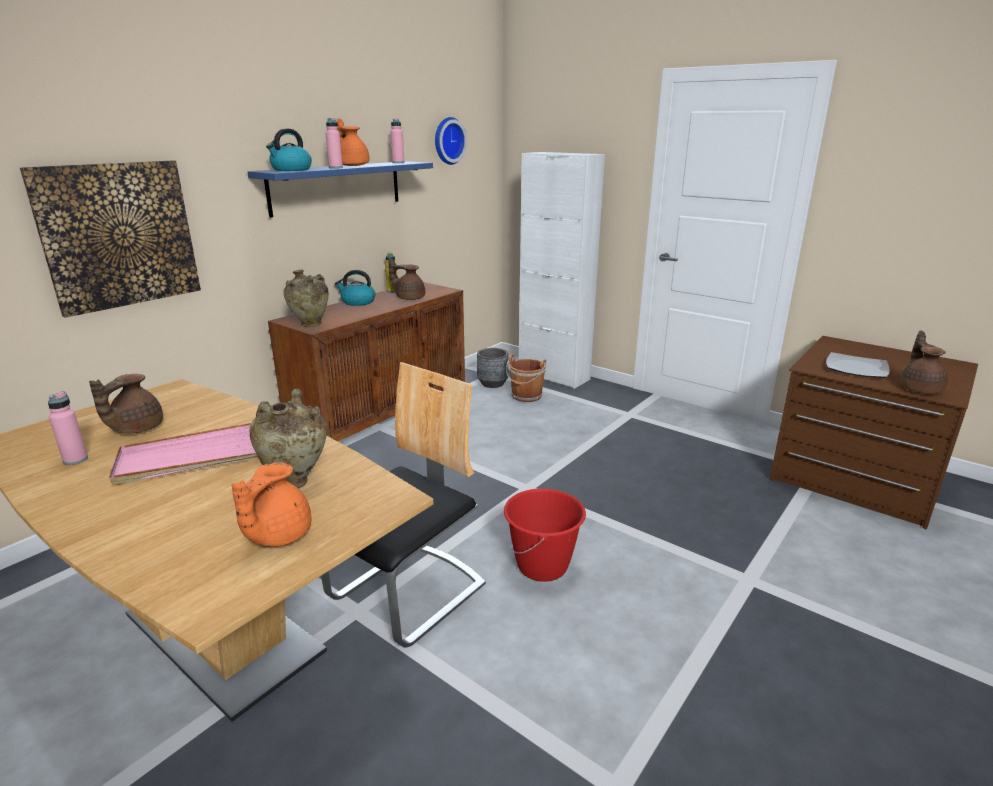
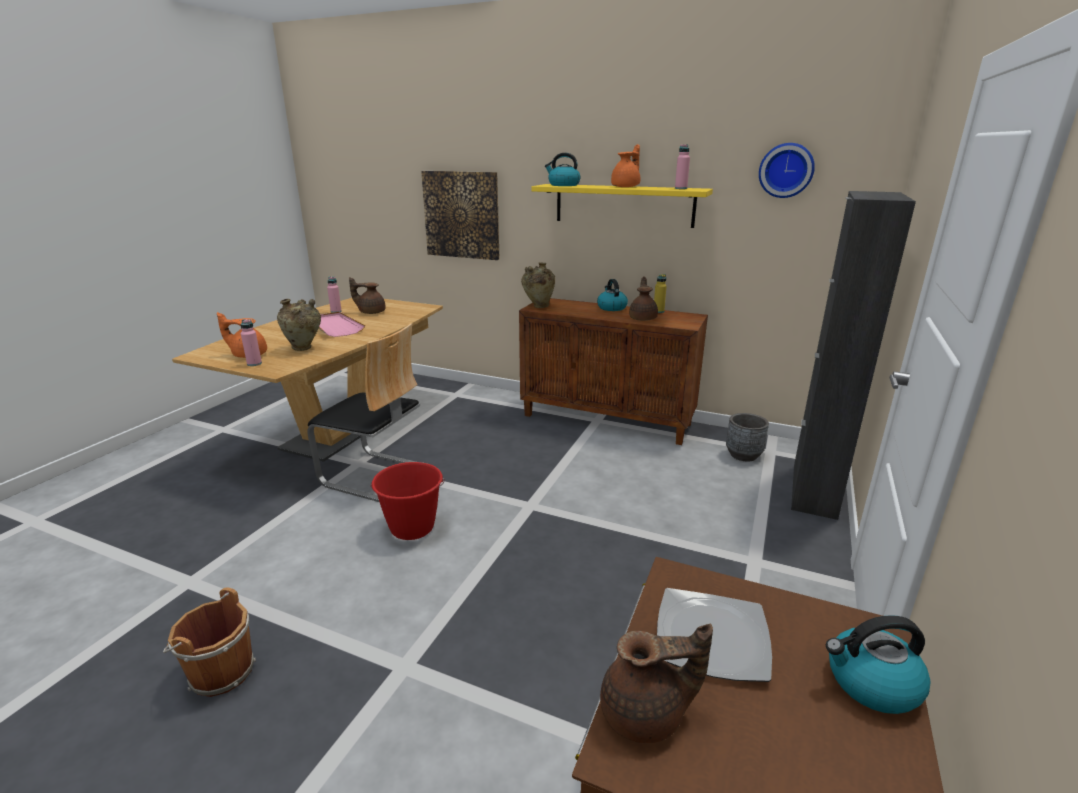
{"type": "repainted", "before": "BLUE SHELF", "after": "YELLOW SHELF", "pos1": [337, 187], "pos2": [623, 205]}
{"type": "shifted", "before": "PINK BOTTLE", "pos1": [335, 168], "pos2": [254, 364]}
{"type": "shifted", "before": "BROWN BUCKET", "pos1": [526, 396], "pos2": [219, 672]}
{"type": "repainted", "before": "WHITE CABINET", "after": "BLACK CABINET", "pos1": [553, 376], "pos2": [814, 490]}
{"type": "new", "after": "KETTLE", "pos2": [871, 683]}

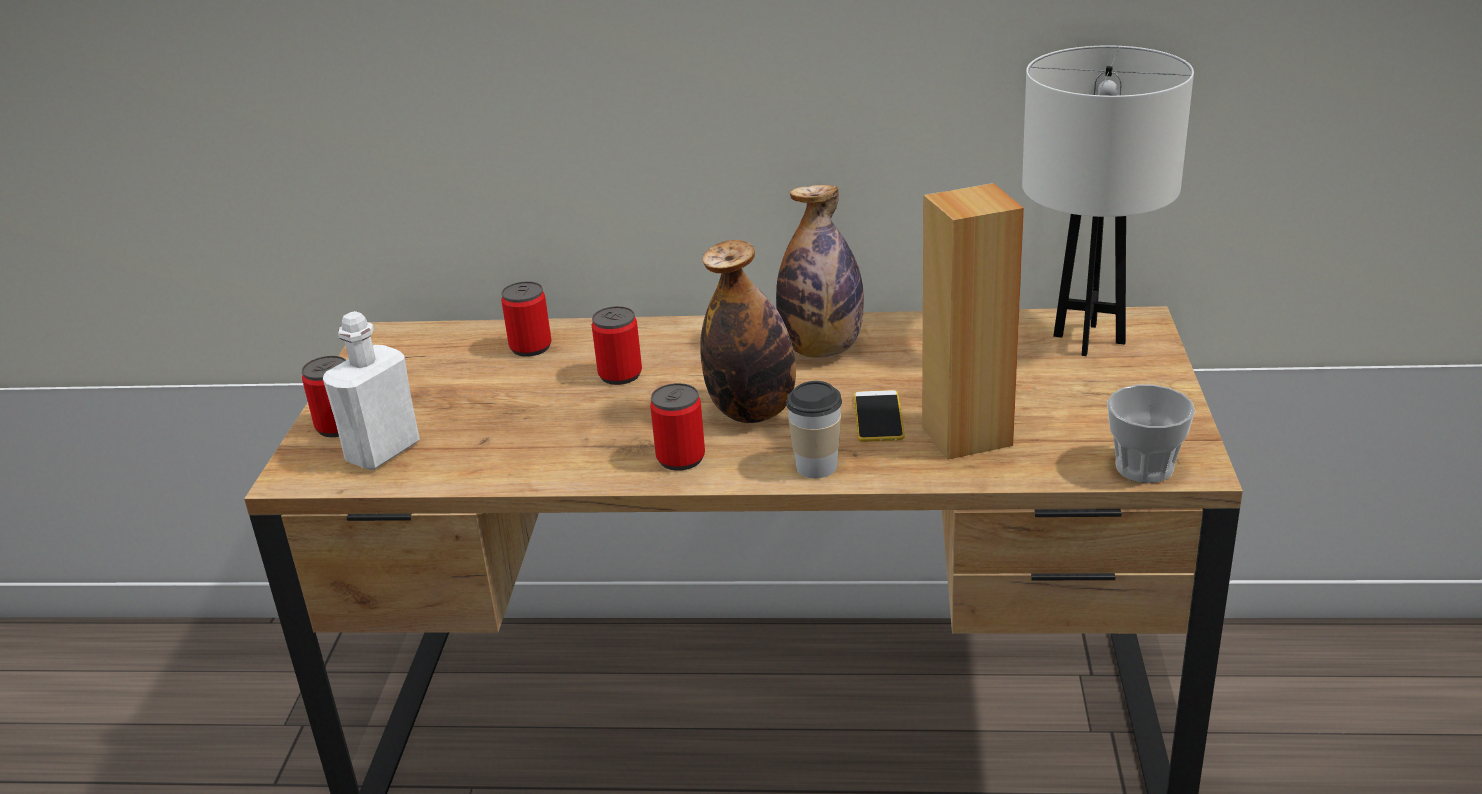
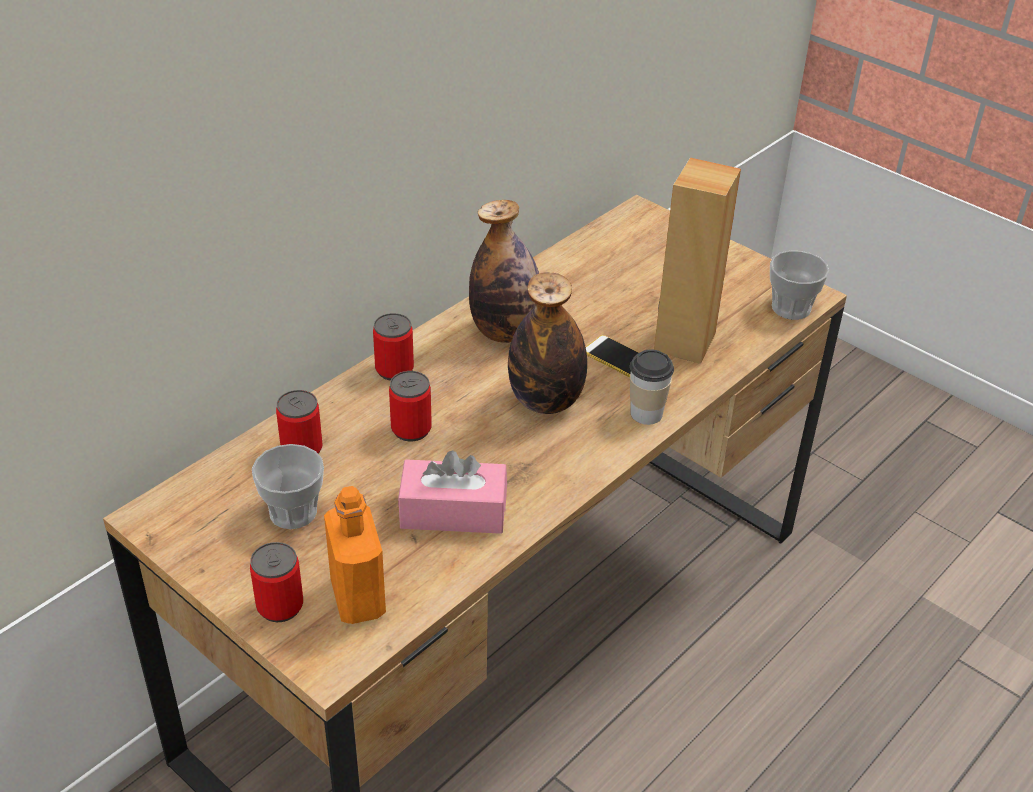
{"type": "repainted", "before": "WHITE BOTTLE", "after": "ORANGE BOTTLE", "pos1": [383, 451], "pos2": [358, 598]}
{"type": "shifted", "before": "CAN", "pos1": [680, 458], "pos2": [394, 370]}
{"type": "gone", "before": "WHITE TABLE LAMP", "pos1": [1089, 339]}
{"type": "new", "after": "CUP", "pos2": [293, 512]}
{"type": "new", "after": "PINK TISSUE BOX", "pos2": [453, 512]}

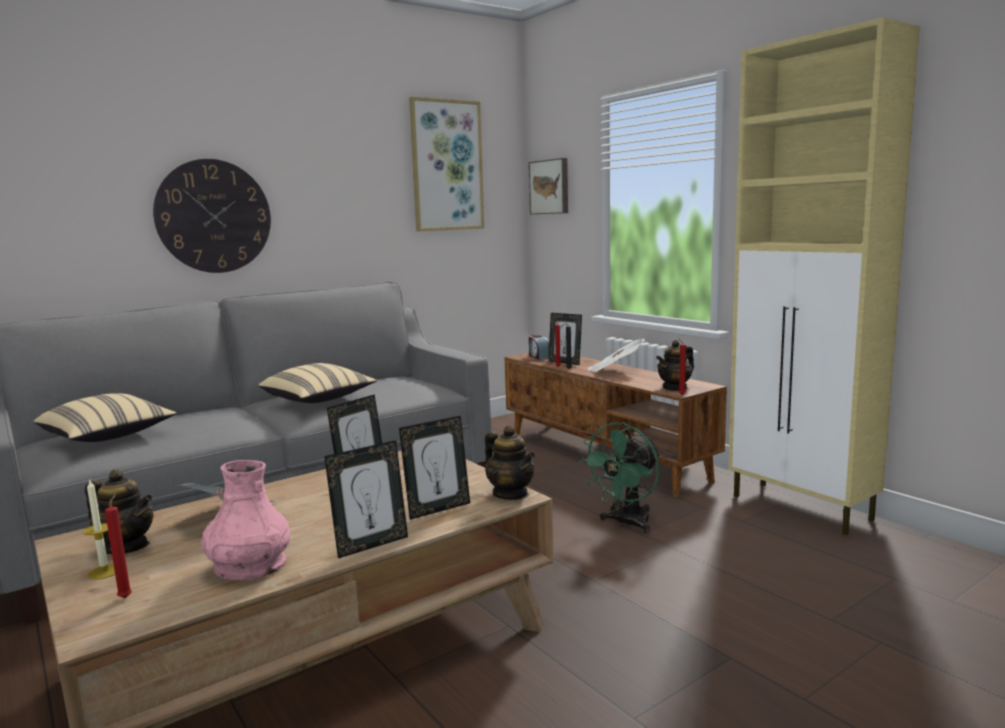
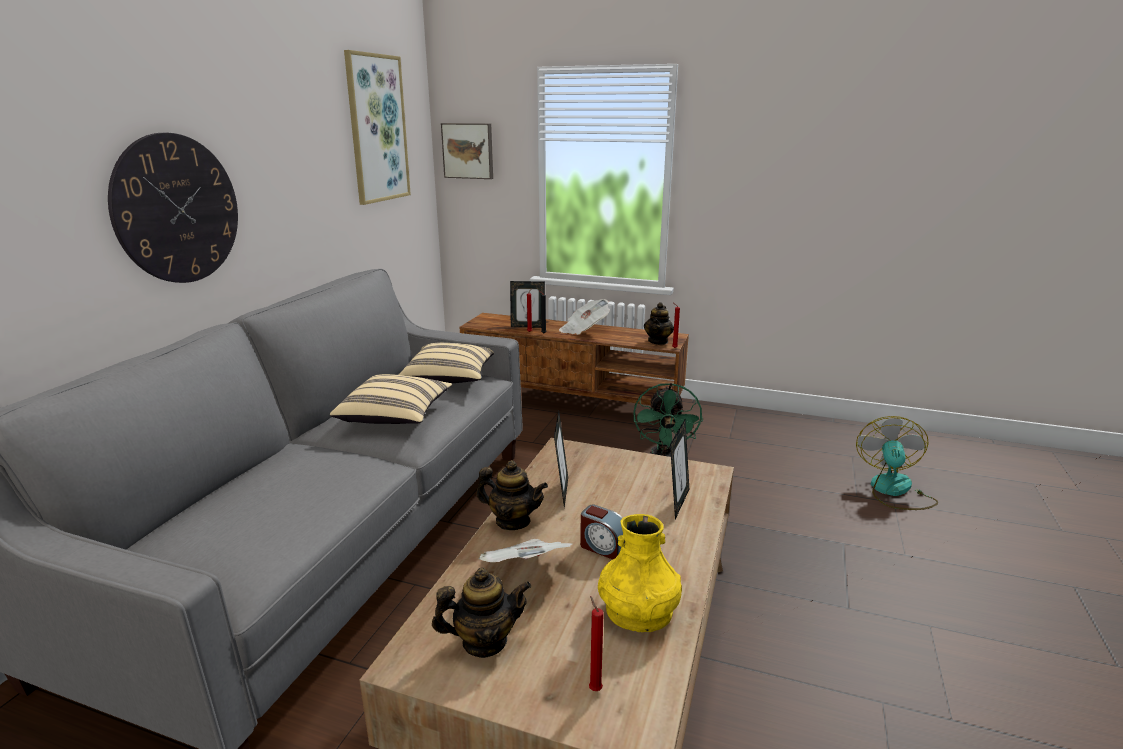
{"type": "shifted", "before": "BEIGE PILLOW", "pos1": [108, 437], "pos2": [450, 378]}
{"type": "gone", "before": "CANDLE", "pos1": [104, 572]}
{"type": "repainted", "before": "PINK VASE", "after": "YELLOW VASE", "pos1": [250, 566], "pos2": [639, 611]}
{"type": "gone", "before": "PICTURE FRAME", "pos1": [371, 545]}
{"type": "shifted", "before": "TEAPOT", "pos1": [511, 494], "pos2": [512, 521]}
{"type": "shifted", "before": "ALARM CLOCK", "pos1": [538, 357], "pos2": [602, 547]}
{"type": "gone", "before": "BEIGE CABINET", "pos1": [802, 508]}
{"type": "new", "after": "FAN", "pos2": [893, 491]}

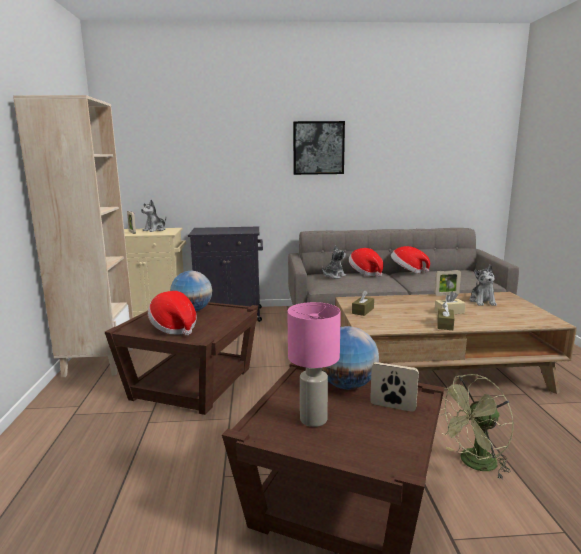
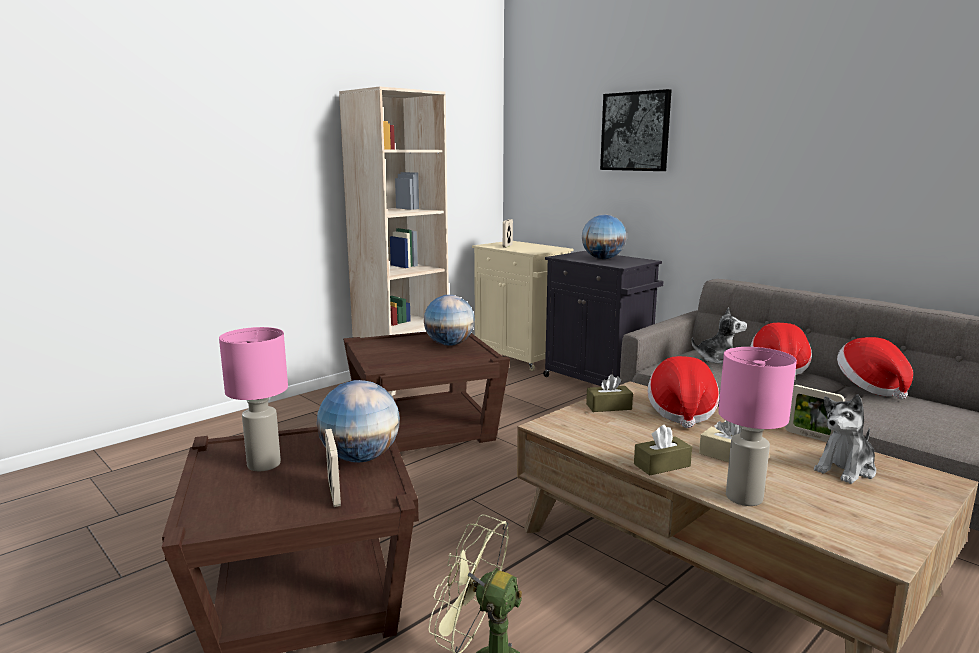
{"type": "gone", "before": "PLUSH TOY", "pos1": [155, 230]}
{"type": "shifted", "before": "HAT", "pos1": [174, 328], "pos2": [681, 412]}
{"type": "shifted", "before": "PICTURE", "pos1": [318, 148], "pos2": [635, 131]}
{"type": "new", "after": "GLOBE", "pos2": [602, 259]}
{"type": "new", "after": "PINK TABLE LAMP", "pos2": [743, 497]}

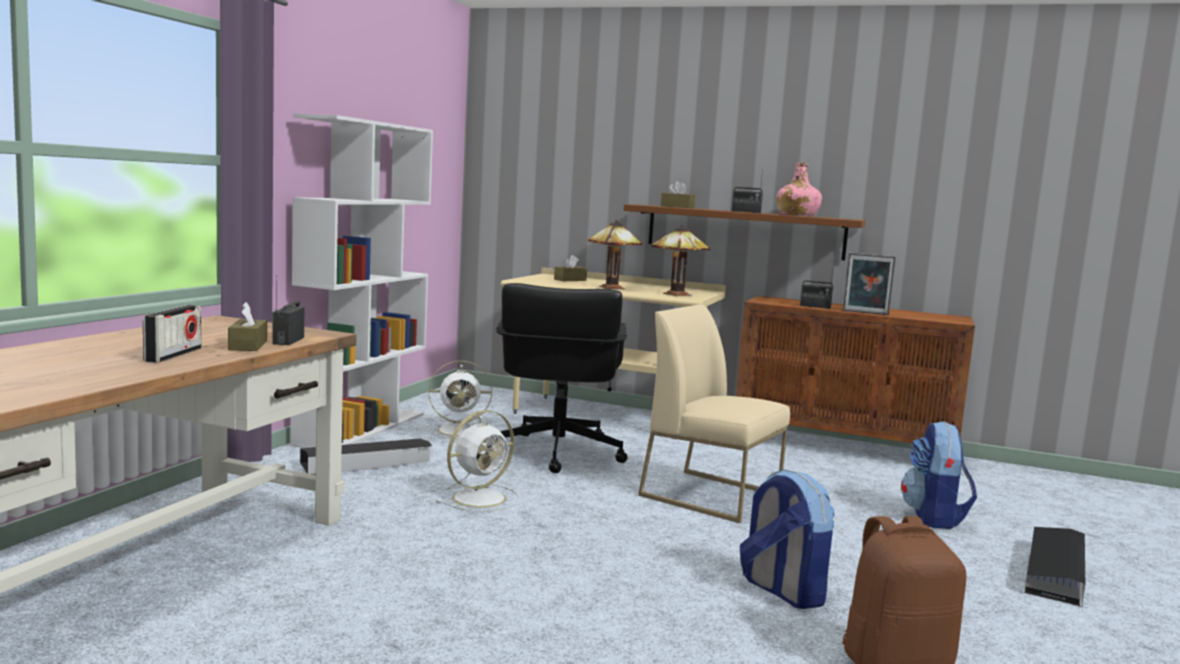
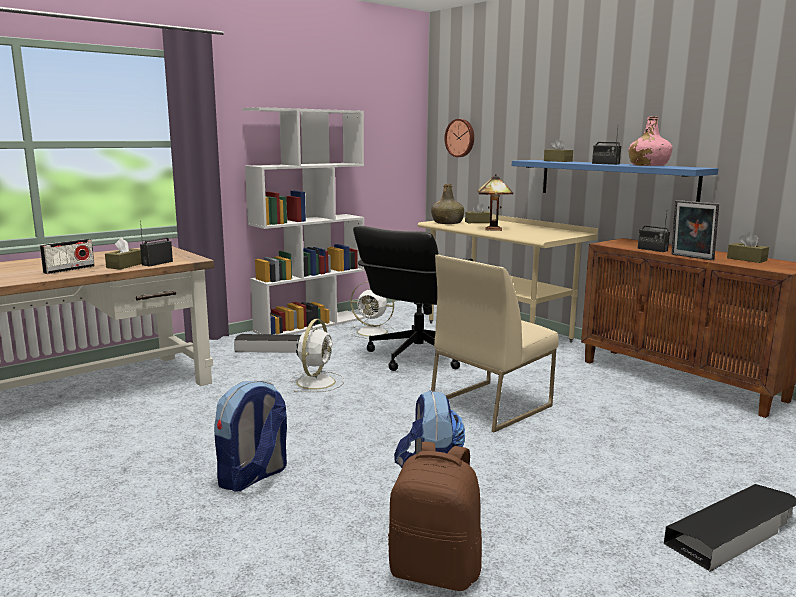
{"type": "rotated", "before": "WHITE FAN", "pos1": [481, 498], "pos2": [316, 381], "turn": -60}
{"type": "repainted", "before": "BROWN SHELF", "after": "BLUE SHELF", "pos1": [745, 231], "pos2": [615, 181]}
{"type": "rotated", "before": "BEIGE CHAIR", "pos1": [712, 495], "pos2": [490, 404], "turn": -105}
{"type": "gone", "before": "TABLE LAMP", "pos1": [676, 295]}
{"type": "shifted", "before": "BACKPACK", "pos1": [934, 518], "pos2": [253, 477]}
{"type": "new", "after": "GREEN BOTTLE", "pos2": [447, 223]}
{"type": "new", "after": "WALL CLOCK", "pos2": [460, 138]}
{"type": "new", "after": "BROWN TISSUE BOX", "pos2": [746, 259]}

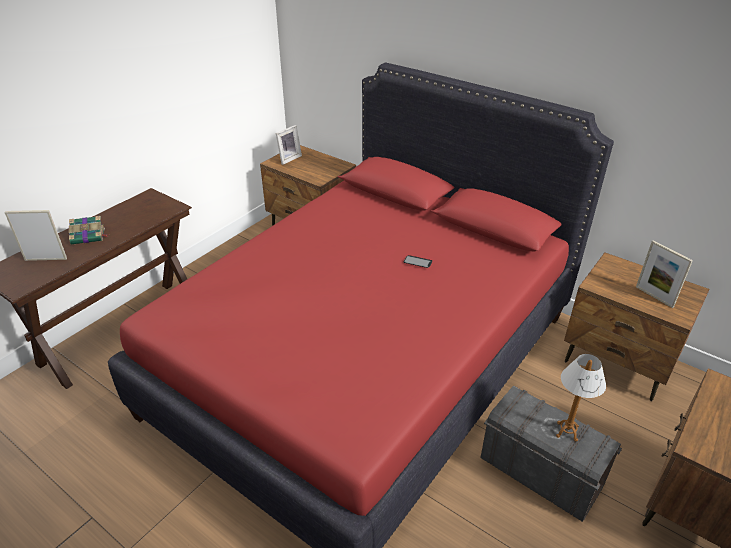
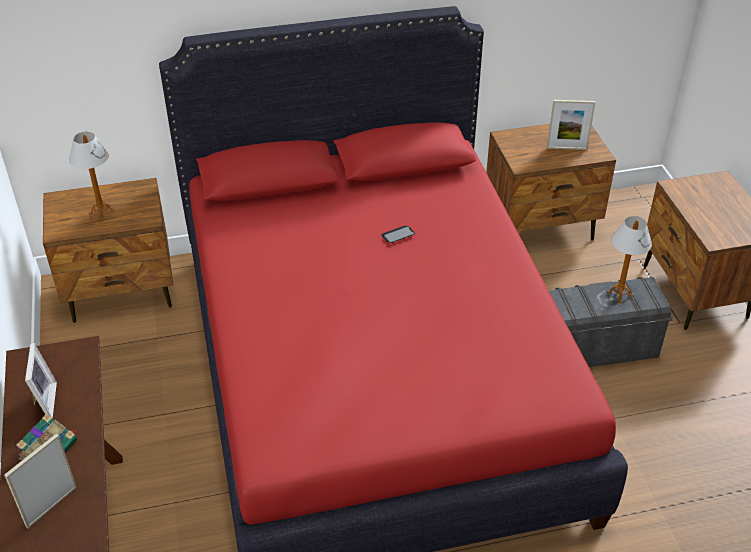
{"type": "shifted", "before": "PICTURE FRAME", "pos1": [288, 158], "pos2": [43, 402]}
{"type": "new", "after": "TABLE LAMP", "pos2": [101, 212]}

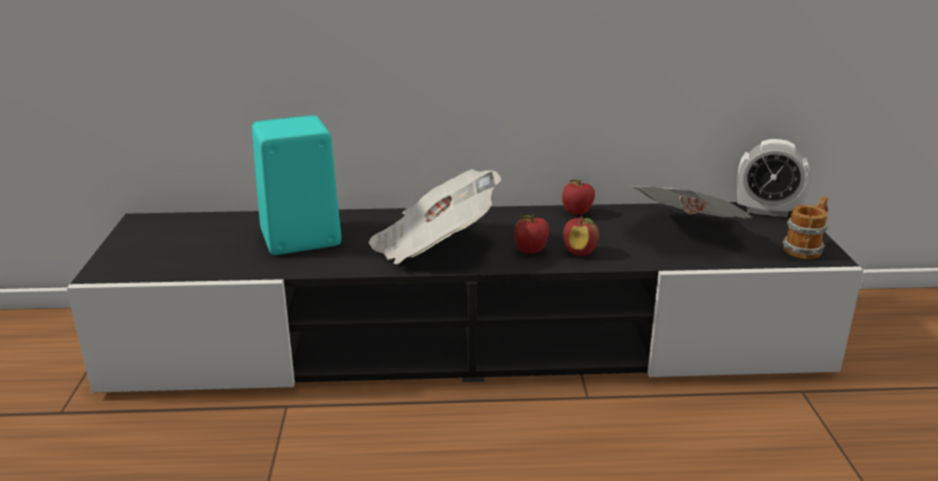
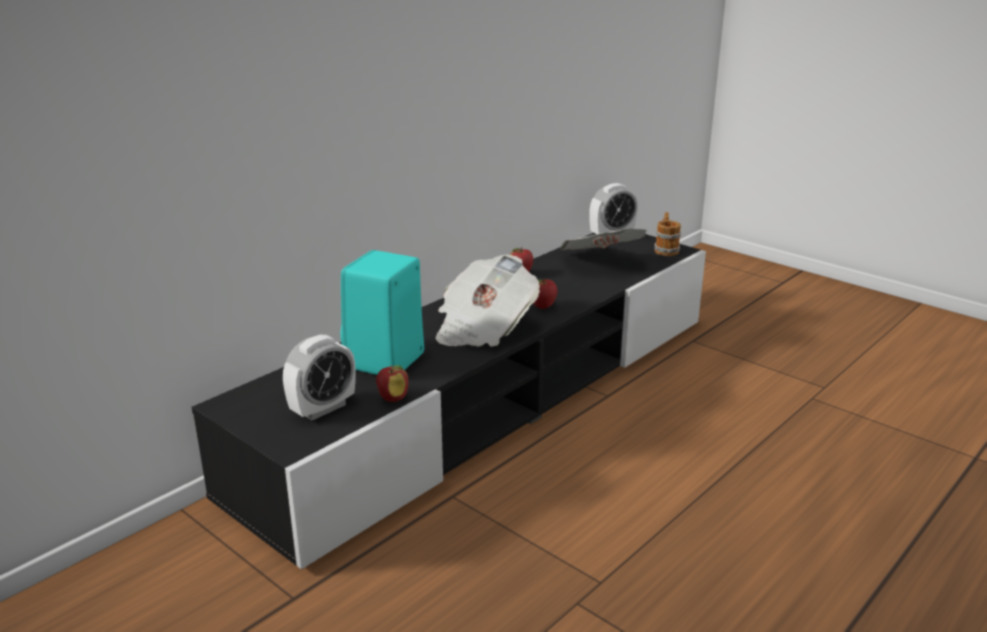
{"type": "shifted", "before": "APPLE", "pos1": [580, 253], "pos2": [393, 398]}
{"type": "new", "after": "ALARM CLOCK", "pos2": [323, 408]}

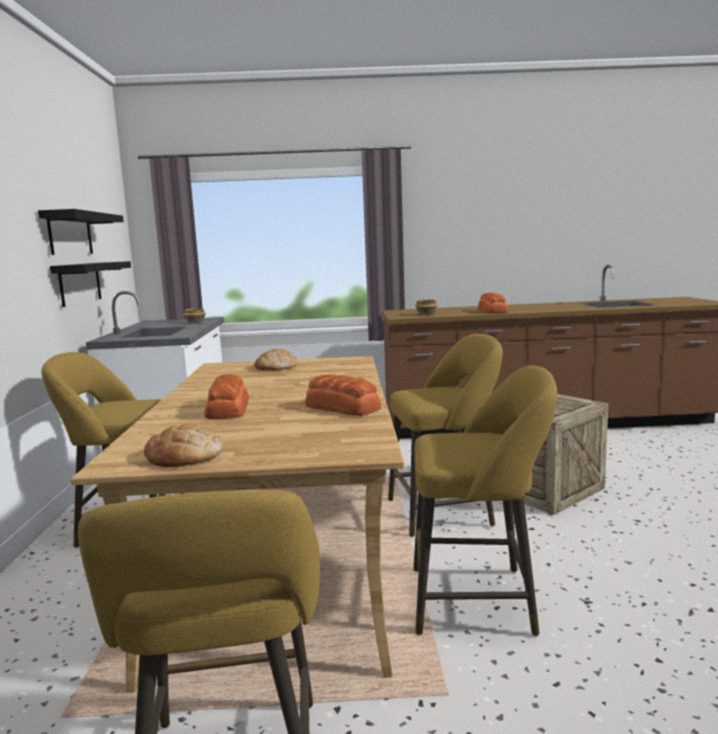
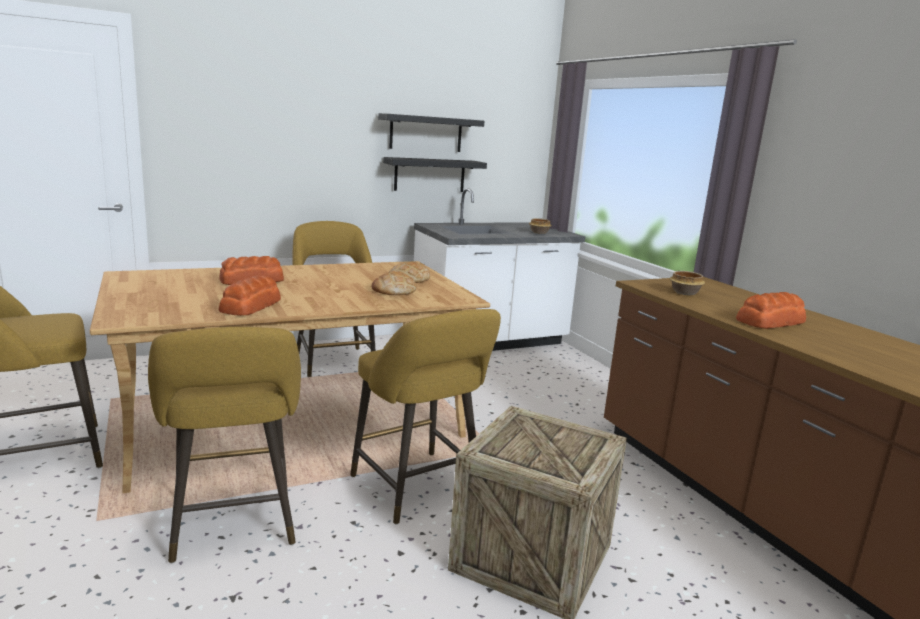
{"type": "shifted", "before": "BREAD", "pos1": [185, 456], "pos2": [393, 290]}

